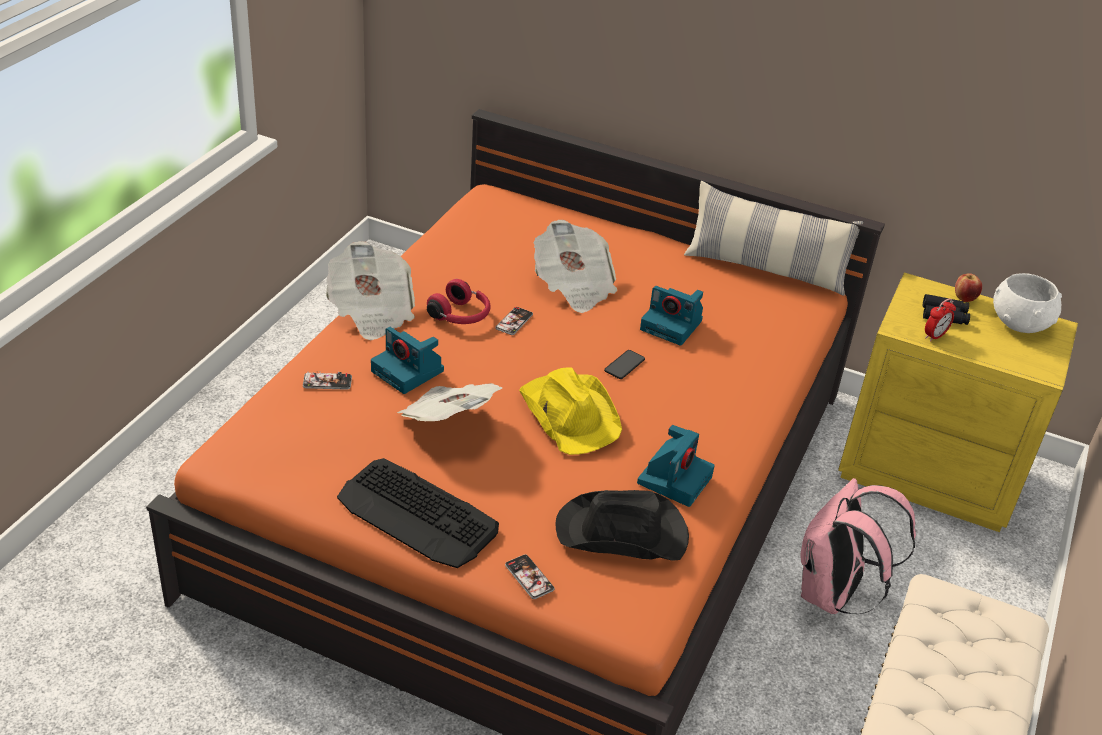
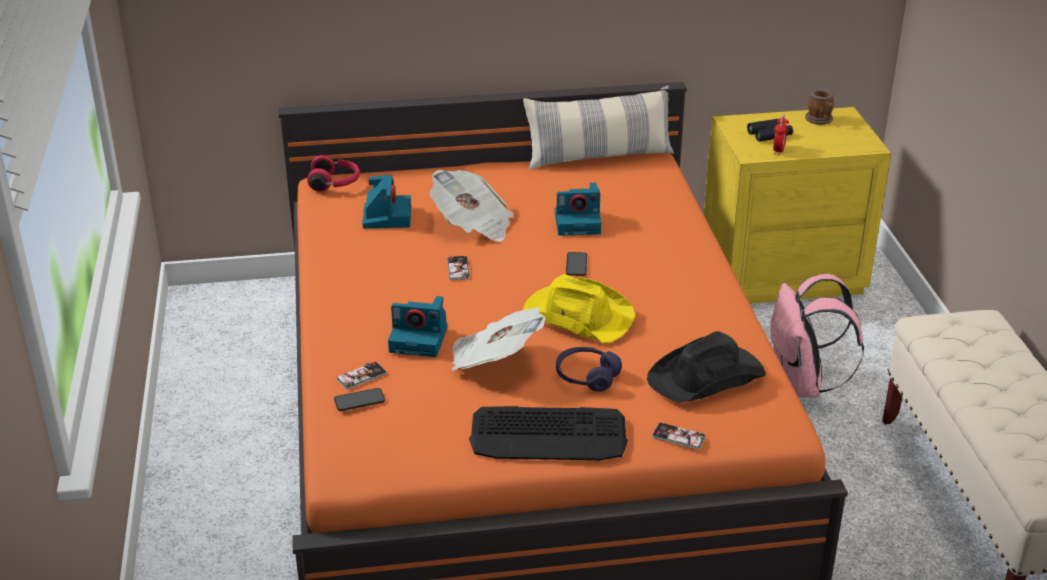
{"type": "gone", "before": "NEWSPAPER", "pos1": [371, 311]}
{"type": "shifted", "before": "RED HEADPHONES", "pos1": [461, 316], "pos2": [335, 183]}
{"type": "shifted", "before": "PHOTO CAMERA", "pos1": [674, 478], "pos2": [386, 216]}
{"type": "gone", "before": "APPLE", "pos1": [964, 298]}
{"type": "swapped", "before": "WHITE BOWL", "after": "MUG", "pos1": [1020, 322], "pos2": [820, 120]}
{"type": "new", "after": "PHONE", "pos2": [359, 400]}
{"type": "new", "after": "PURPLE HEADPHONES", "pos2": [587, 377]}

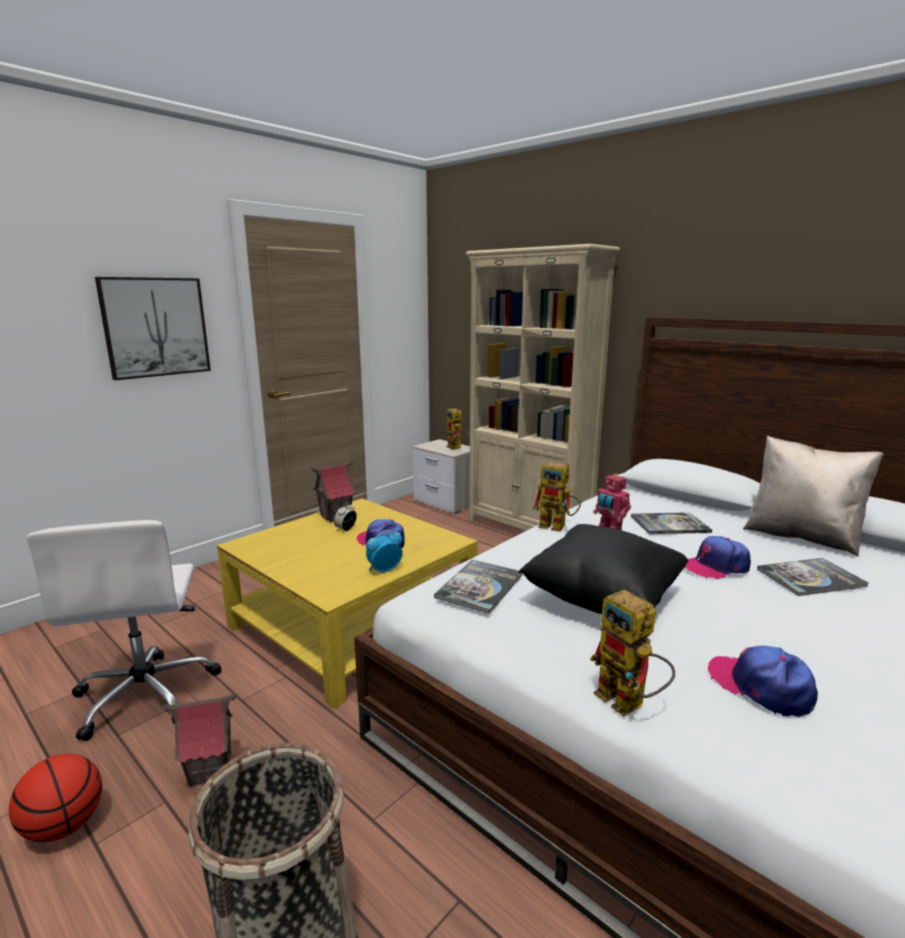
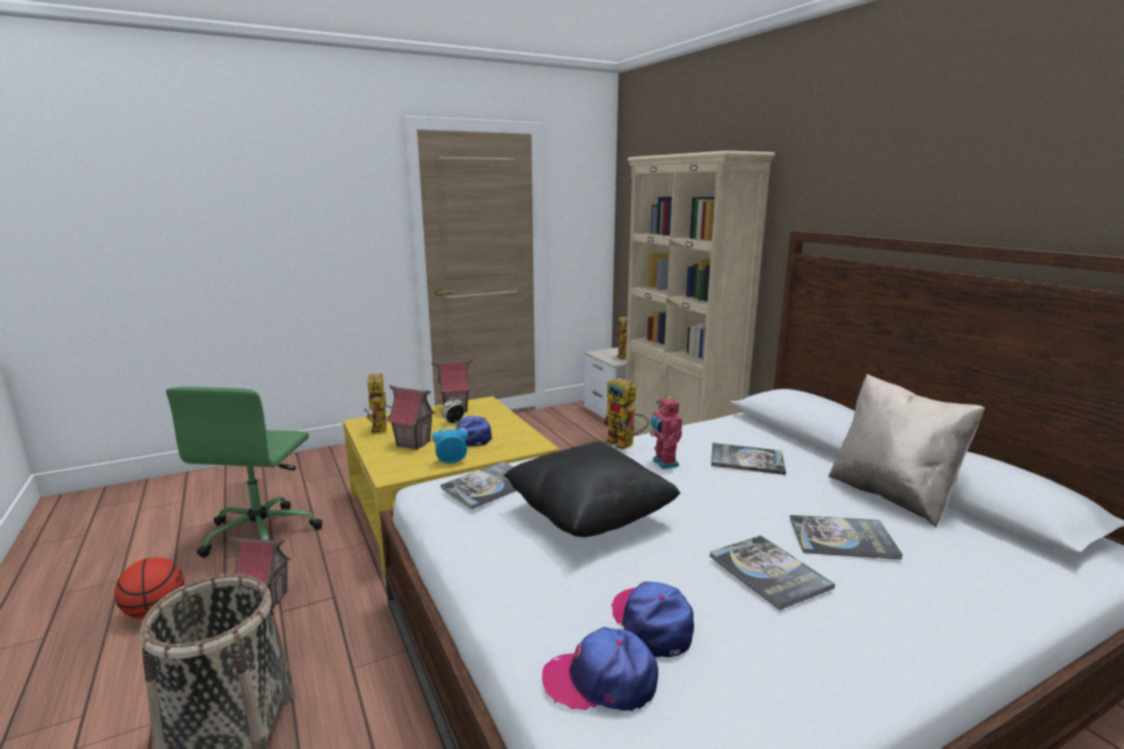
{"type": "repainted", "before": "WHITE OFFICE CHAIR", "after": "GREEN OFFICE CHAIR", "pos1": [147, 694], "pos2": [262, 533]}
{"type": "gone", "before": "PICTURE", "pos1": [155, 327]}
{"type": "shifted", "before": "TOY ROBOT", "pos1": [629, 703], "pos2": [381, 431]}
{"type": "shifted", "before": "CAP", "pos1": [715, 566], "pos2": [601, 681]}
{"type": "new", "after": "TOY HOUSE", "pos2": [414, 443]}
{"type": "new", "after": "BOOK", "pos2": [769, 572]}

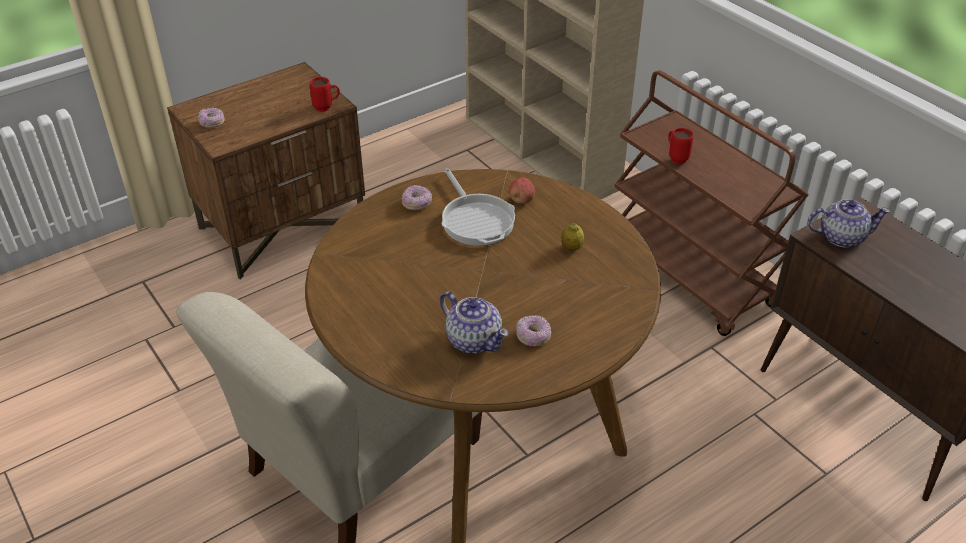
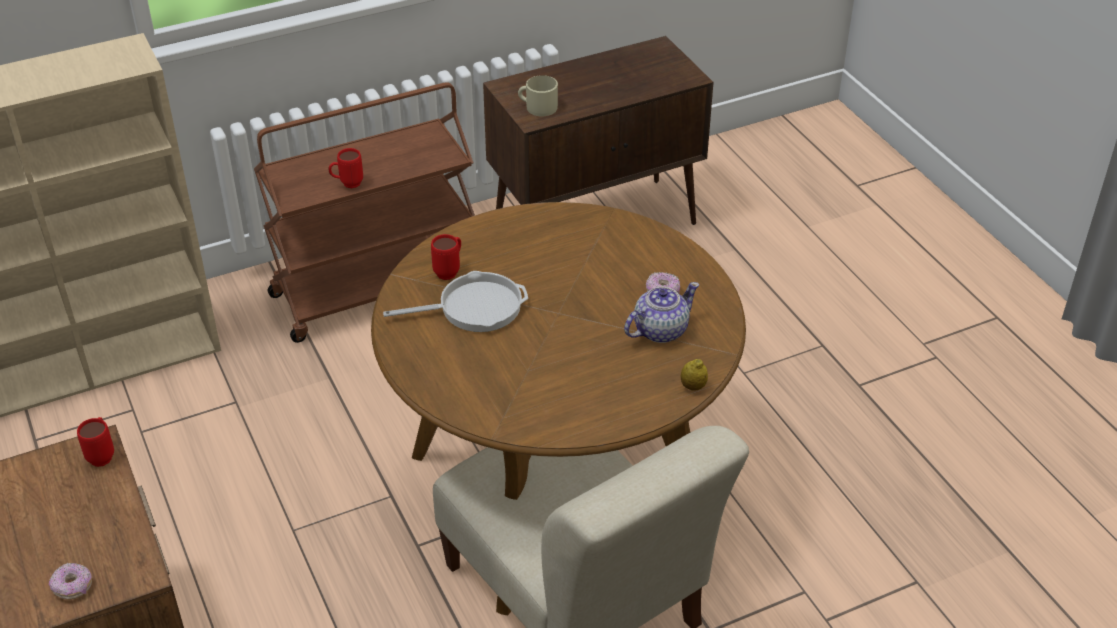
{"type": "gone", "before": "DONUT", "pos1": [417, 204]}
{"type": "swapped", "before": "APPLE", "after": "RED MUG", "pos1": [521, 200], "pos2": [450, 271]}
{"type": "shifted", "before": "LEMON", "pos1": [571, 248], "pos2": [693, 386]}
{"type": "swapped", "before": "TEAPOT", "after": "BEIGE MUG", "pos1": [841, 237], "pos2": [537, 107]}

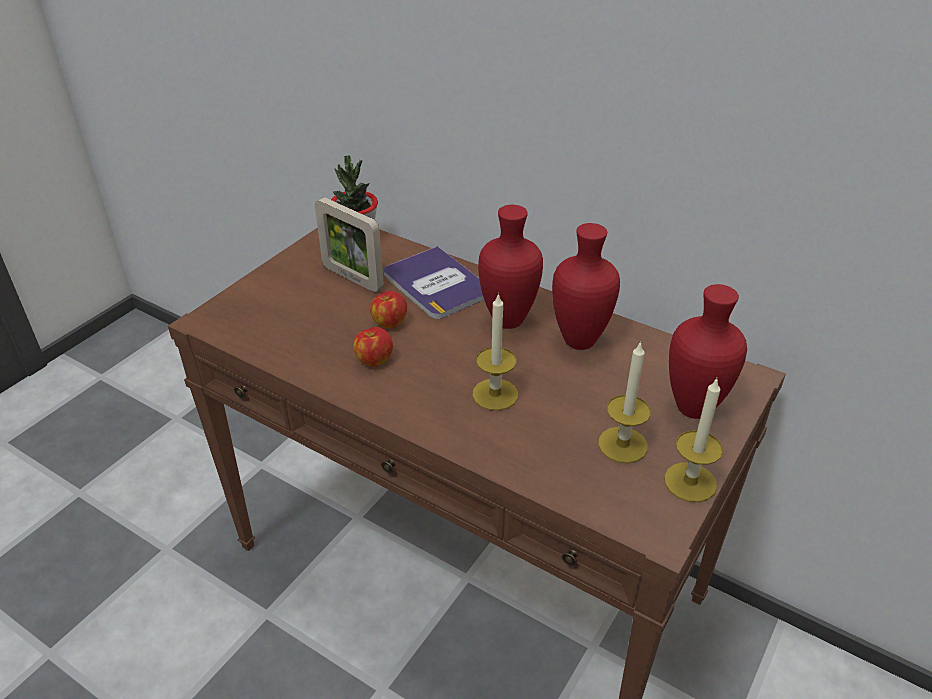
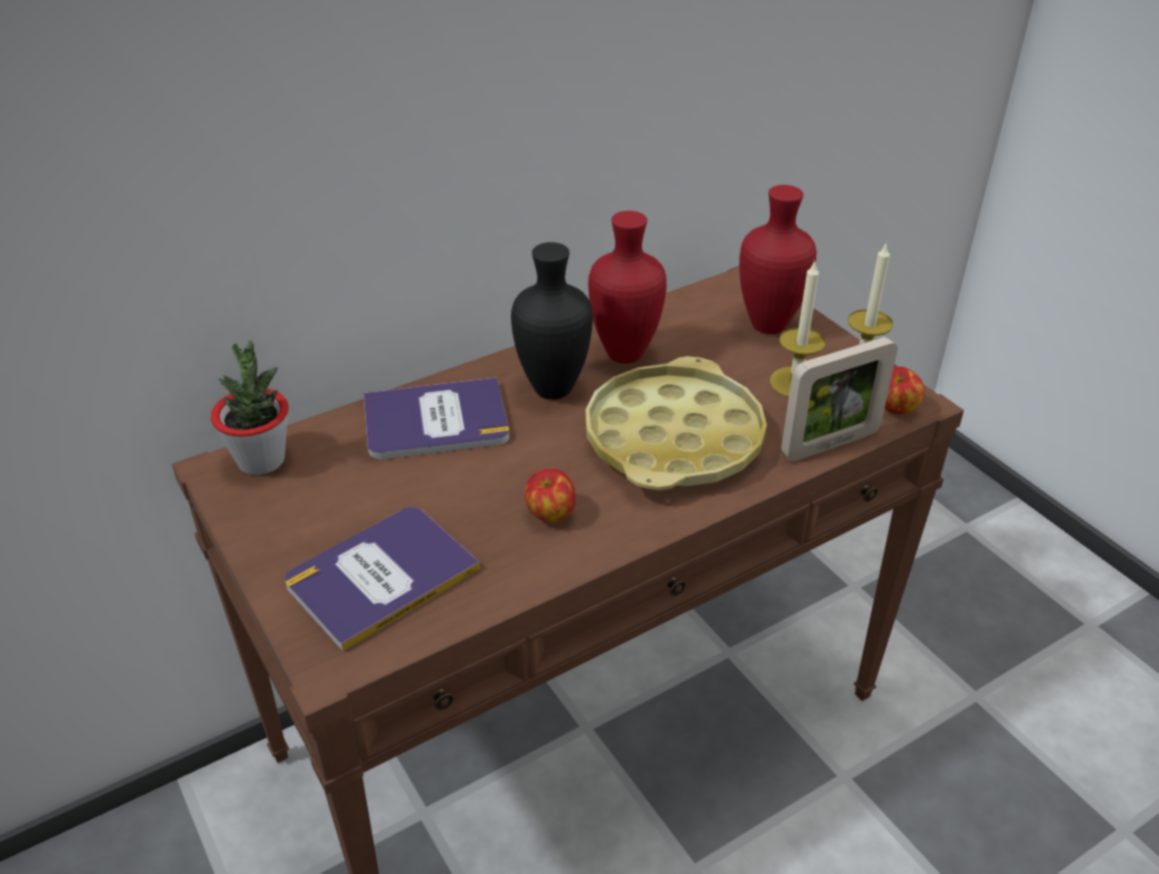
{"type": "shifted", "before": "PICTURE FRAME", "pos1": [352, 278], "pos2": [830, 444]}
{"type": "shifted", "before": "APPLE", "pos1": [389, 323], "pos2": [895, 409]}
{"type": "swapped", "before": "CANDLE", "after": "YELLOW TRAY", "pos1": [495, 394], "pos2": [674, 438]}
{"type": "repainted", "before": "RED VASE", "after": "BLACK VASE", "pos1": [510, 321], "pos2": [554, 388]}
{"type": "new", "after": "BOOK", "pos2": [381, 576]}

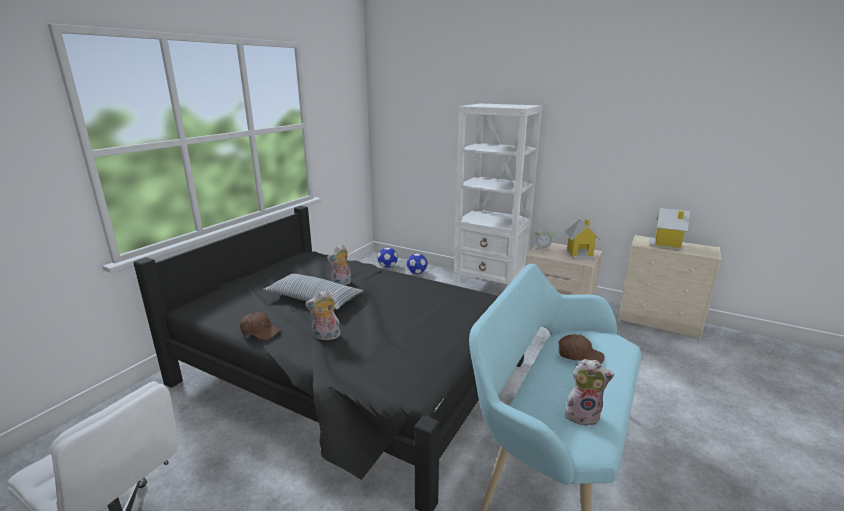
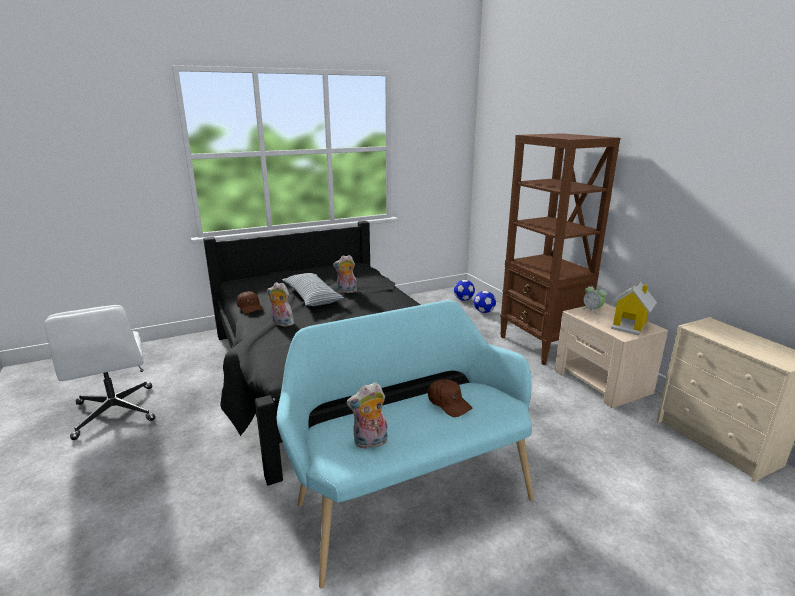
{"type": "repainted", "before": "WHITE BOOKCASE", "after": "BROWN BOOKCASE", "pos1": [490, 289], "pos2": [541, 345]}
{"type": "rotated", "before": "PLUSH TOY", "pos1": [583, 415], "pos2": [370, 443], "turn": 120}
{"type": "gone", "before": "TOY HOUSE", "pos1": [666, 245]}

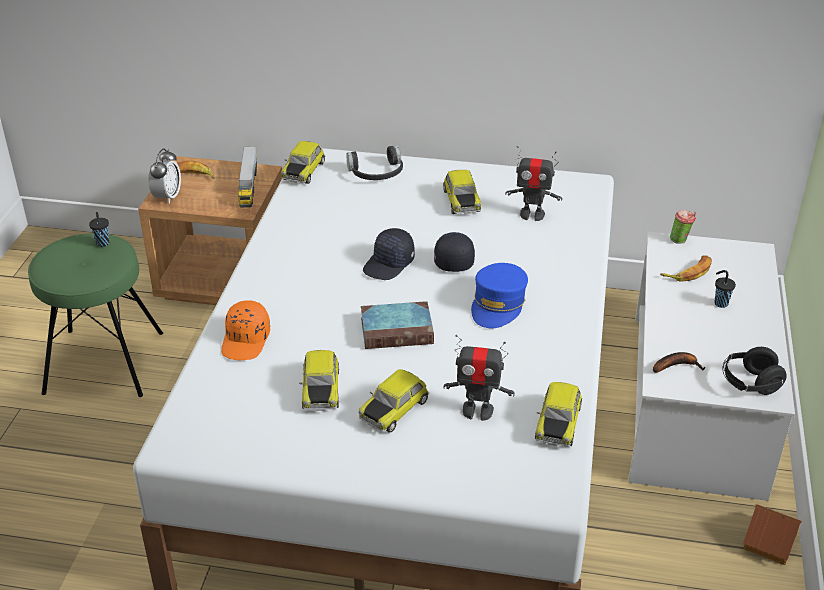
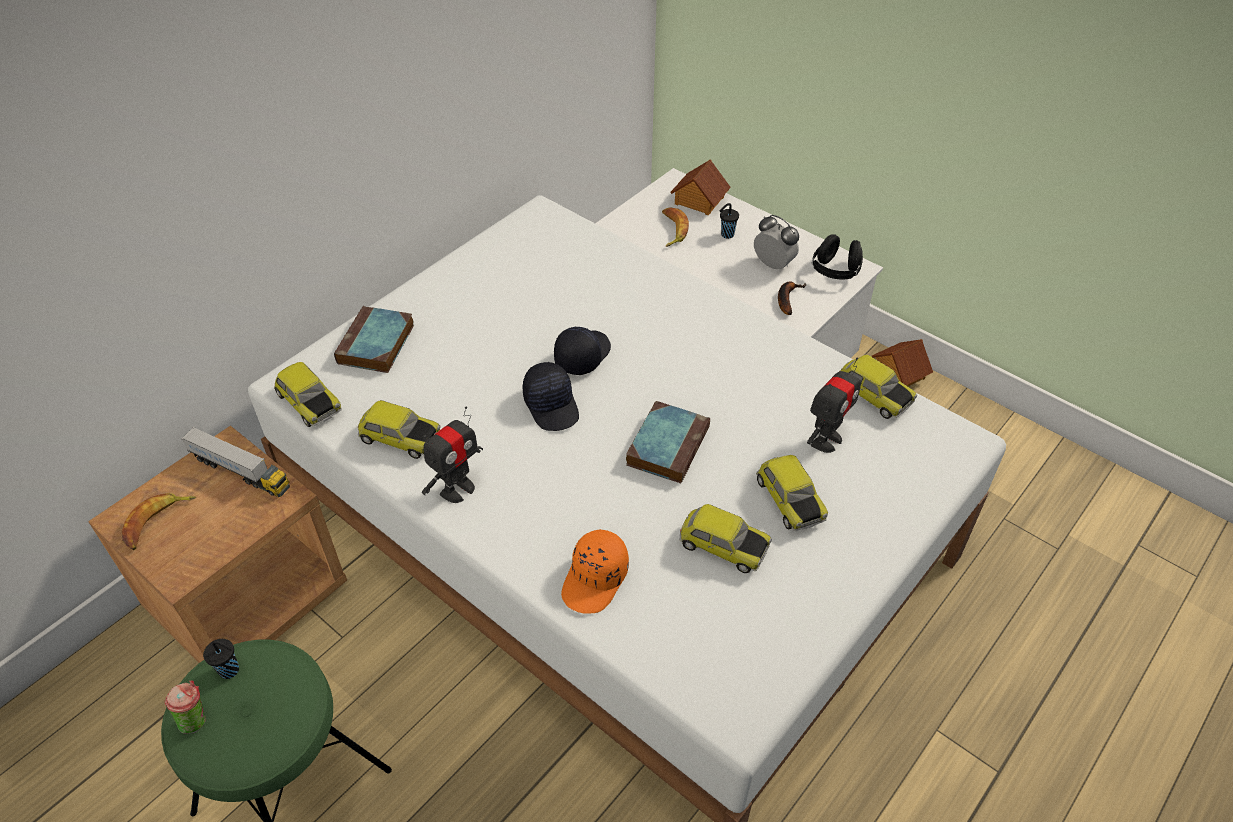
{"type": "shifted", "before": "ALARM CLOCK", "pos1": [167, 197], "pos2": [773, 265]}
{"type": "rotated", "before": "ORANGE CAP", "pos1": [246, 340], "pos2": [596, 579], "turn": 75}
{"type": "swapped", "before": "BLACK HEADPHONES", "after": "BOOK", "pos1": [377, 173], "pos2": [376, 345]}
{"type": "rotated", "before": "BLACK CAP", "pos1": [452, 258], "pos2": [582, 355], "turn": 90}
{"type": "shifted", "before": "TOY CAR", "pos1": [460, 201], "pos2": [399, 438]}
{"type": "gone", "before": "BLUE CAP", "pos1": [498, 304]}
{"type": "shifted", "before": "TOY ROBOT", "pos1": [532, 214], "pos2": [457, 489]}
{"type": "shifted", "before": "CUP", "pos1": [680, 240], "pos2": [196, 719]}
{"type": "new", "after": "TOY HOUSE", "pos2": [698, 200]}

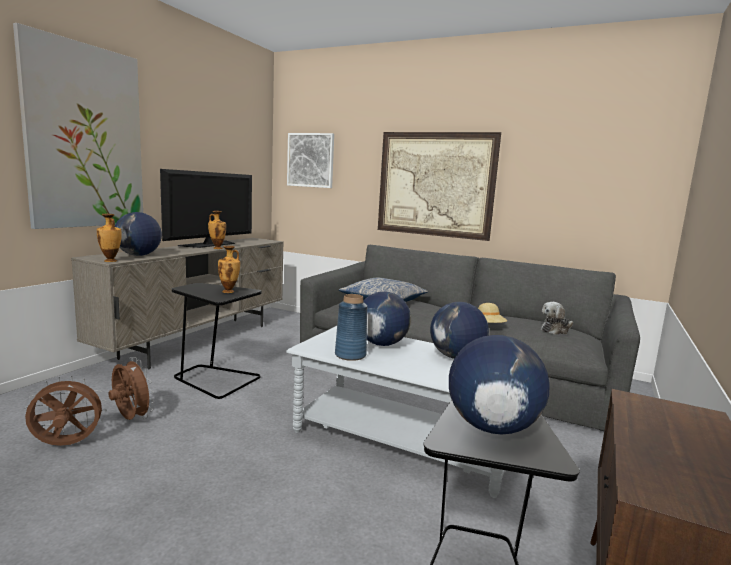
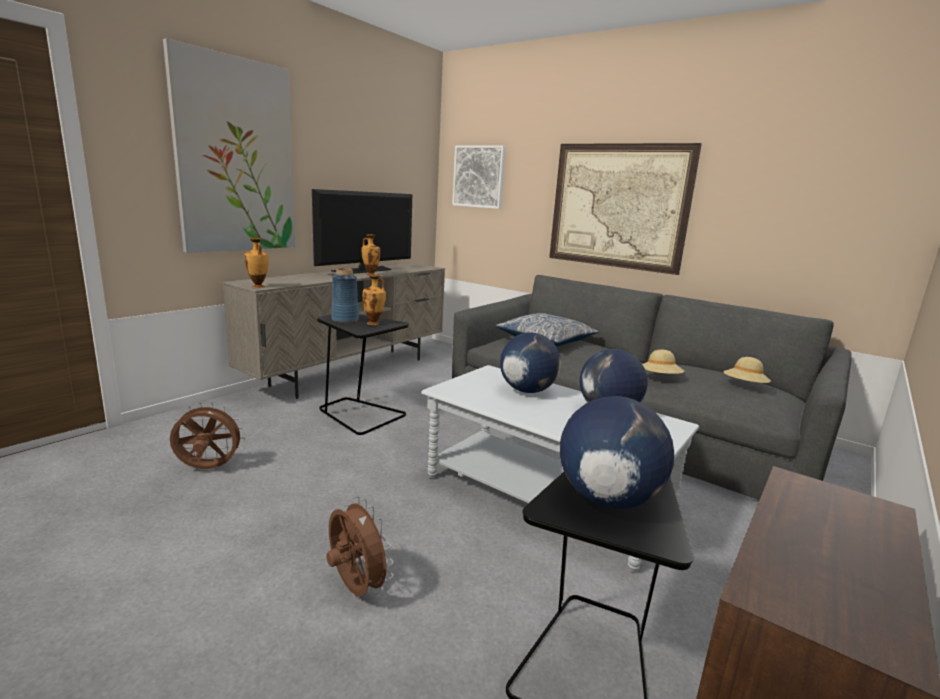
{"type": "shifted", "before": "BROWN FAN", "pos1": [130, 419], "pos2": [355, 588]}
{"type": "gone", "before": "GLOBE", "pos1": [139, 255]}
{"type": "shifted", "before": "BLUE VASE", "pos1": [350, 355], "pos2": [344, 320]}
{"type": "swapped", "before": "PLUSH TOY", "after": "BEIGE HAT", "pos1": [555, 330], "pos2": [744, 386]}

